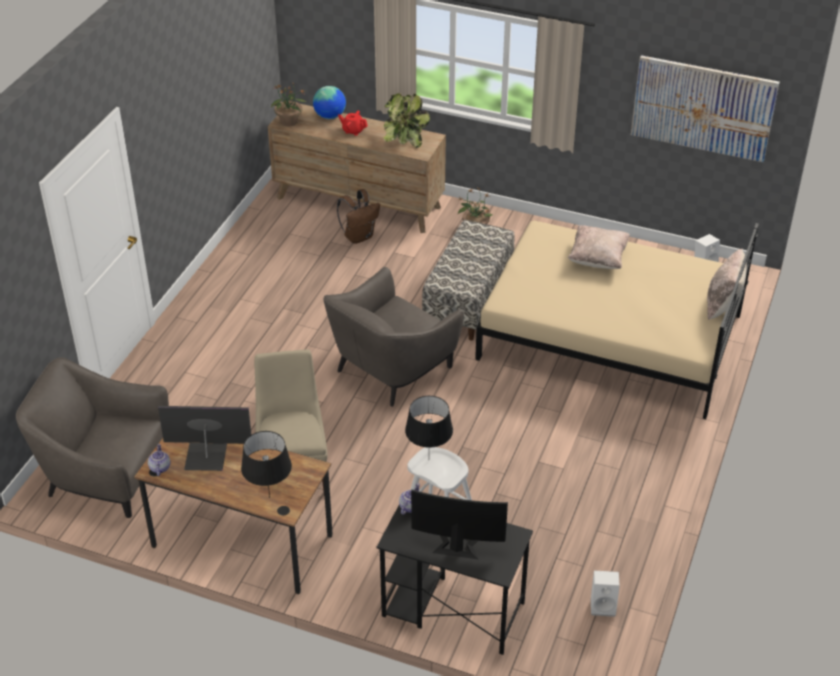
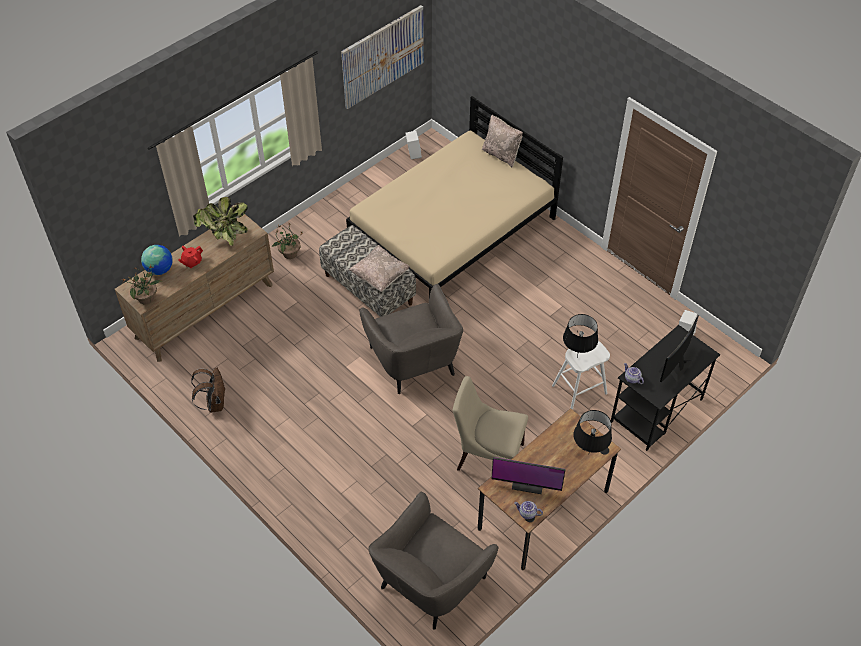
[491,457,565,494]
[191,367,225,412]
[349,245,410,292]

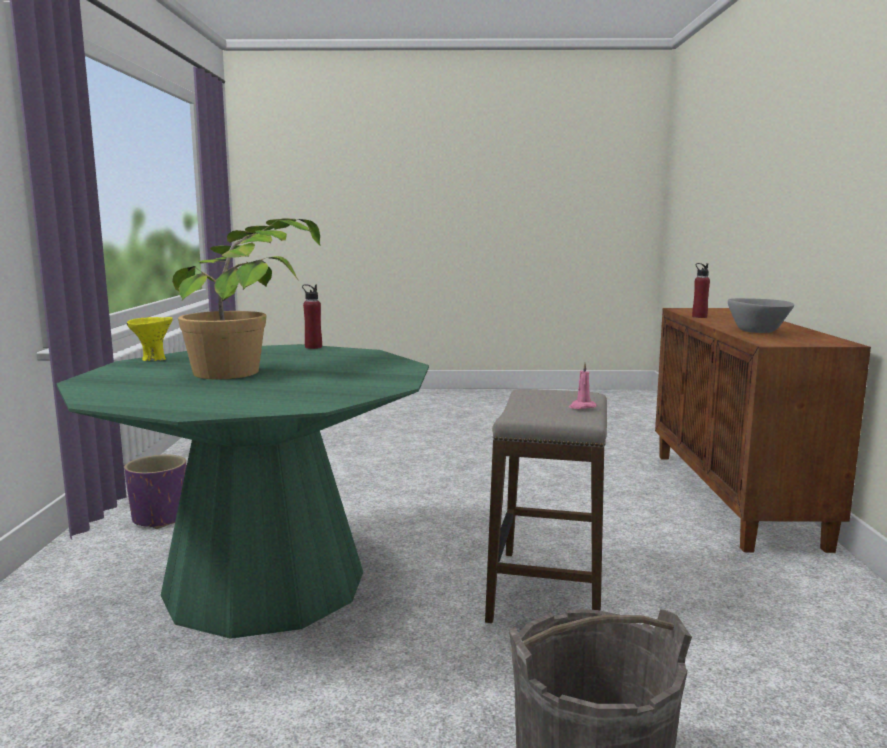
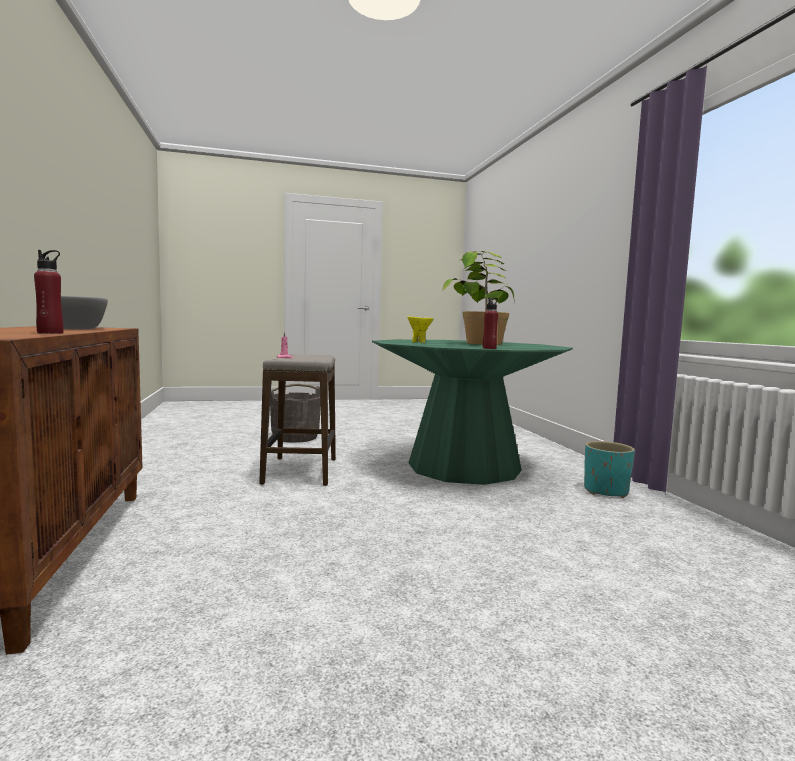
[584,441,635,498]
[407,316,433,343]

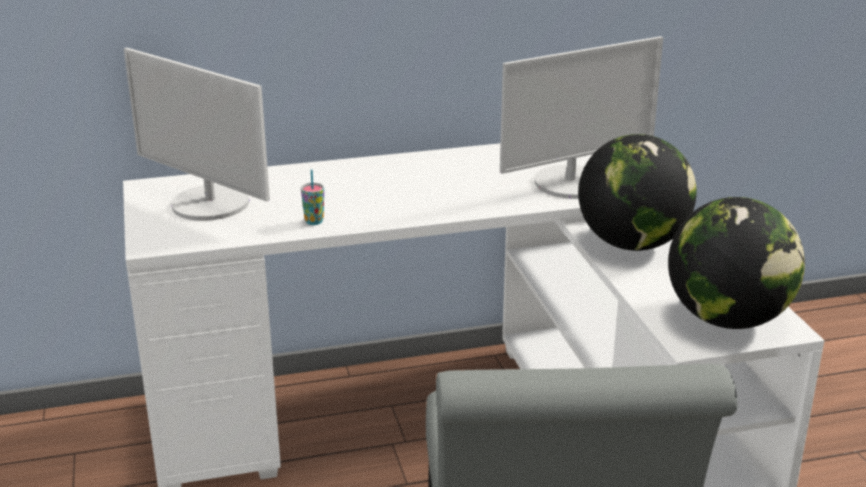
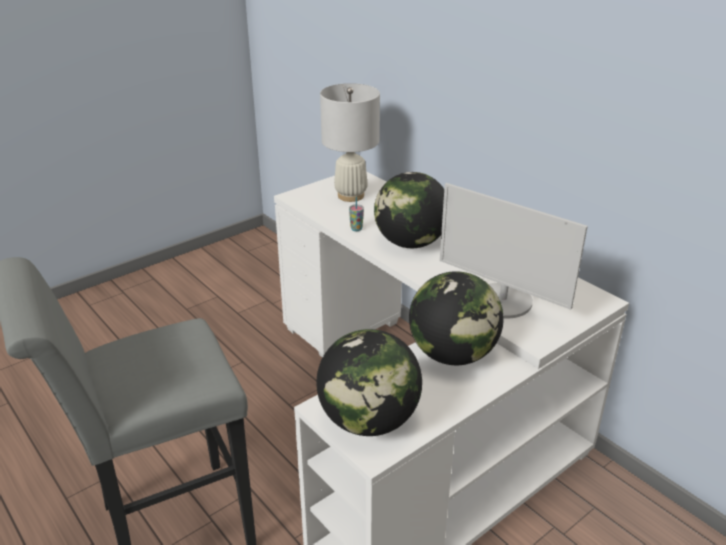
[320,83,380,202]
[374,172,444,248]

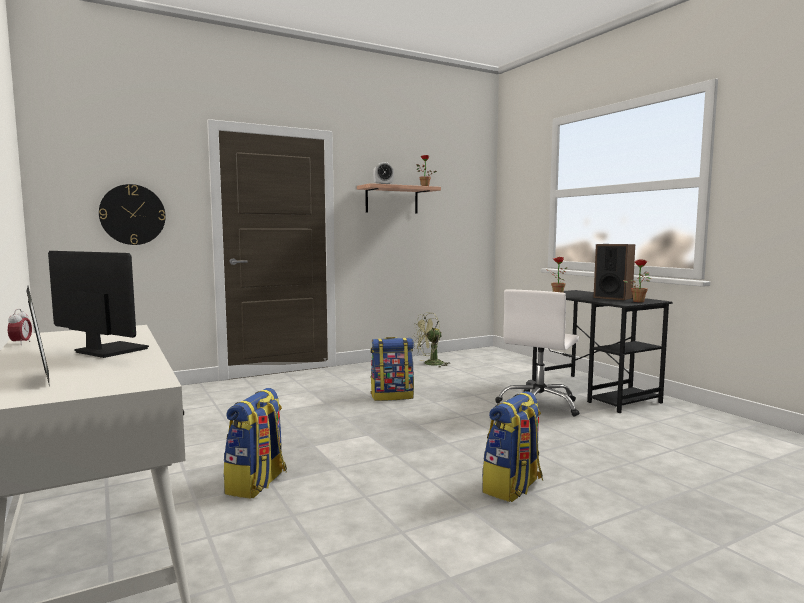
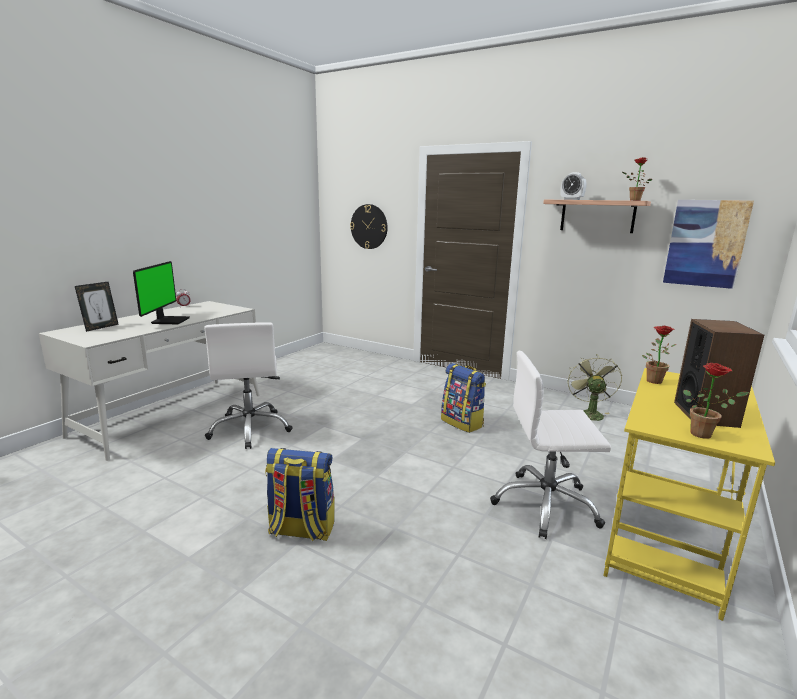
[204,322,293,449]
[567,354,622,421]
[603,368,775,621]
[663,200,754,289]

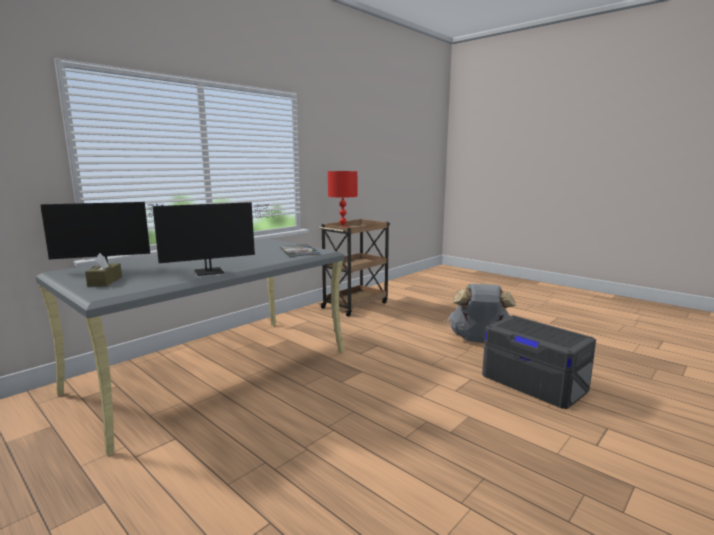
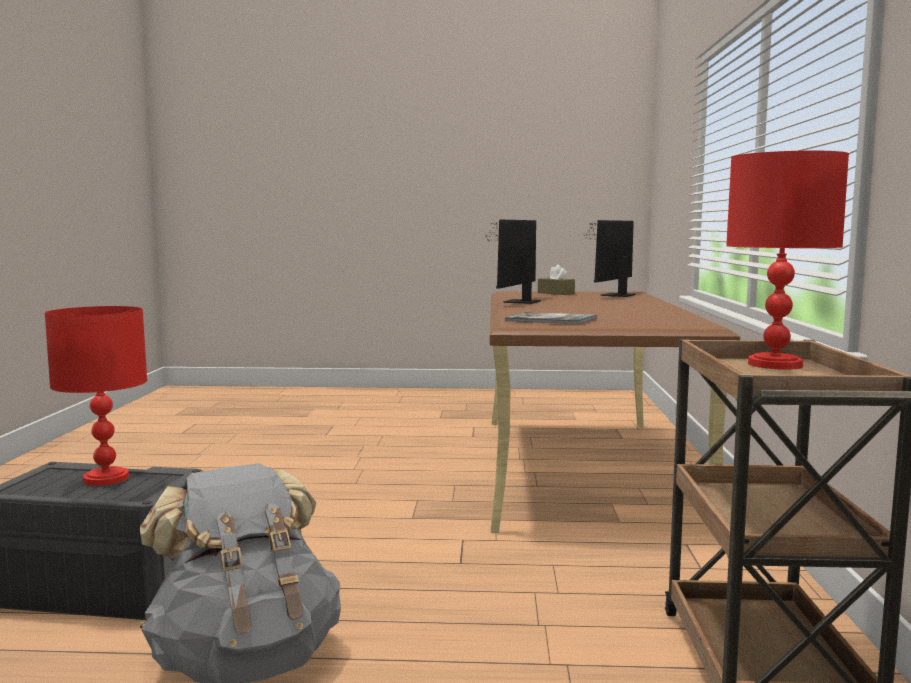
[490,291,740,533]
[45,306,147,486]

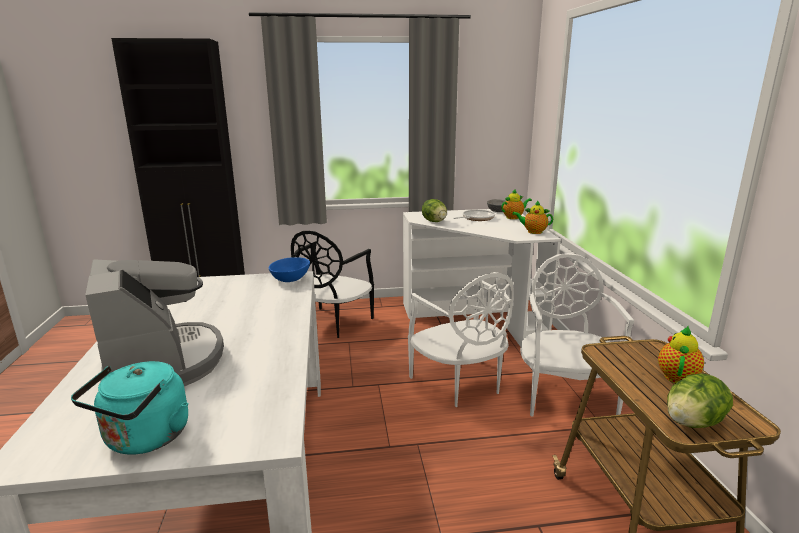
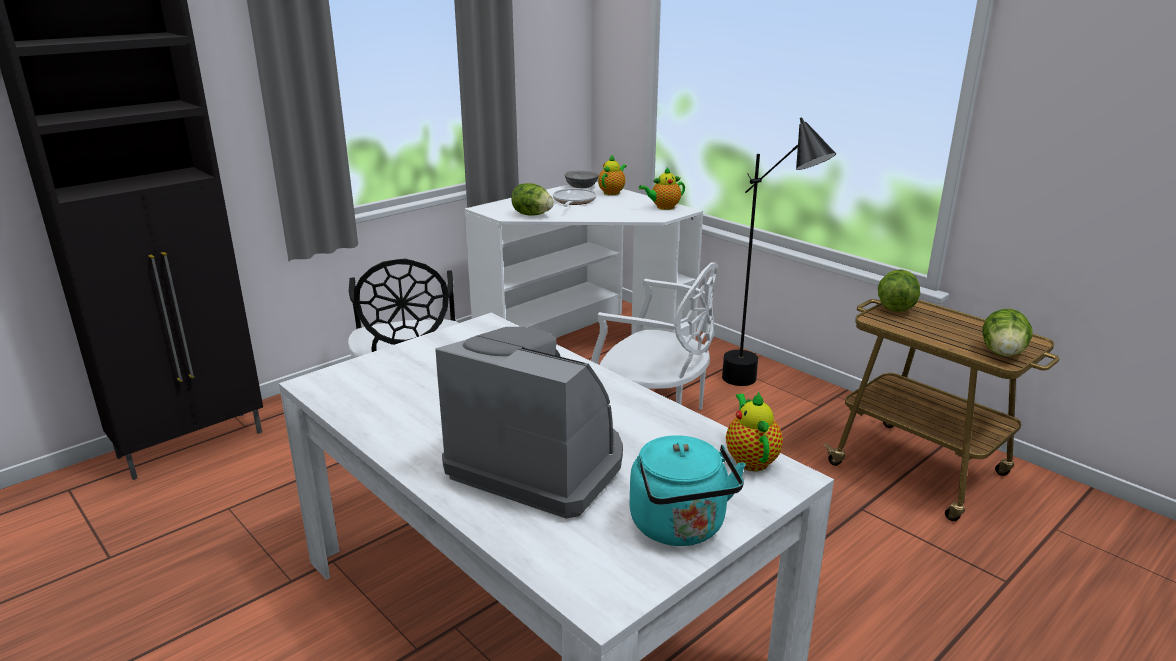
[269,257,310,282] (first image)
[722,117,836,386]
[726,391,783,471]
[878,269,920,312]

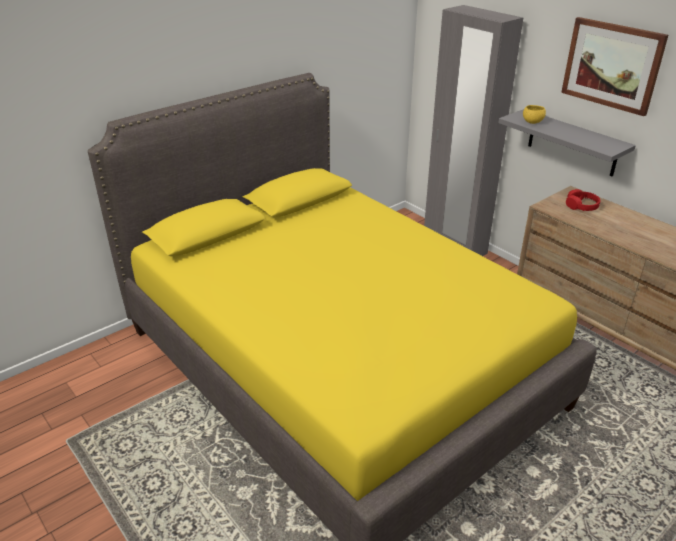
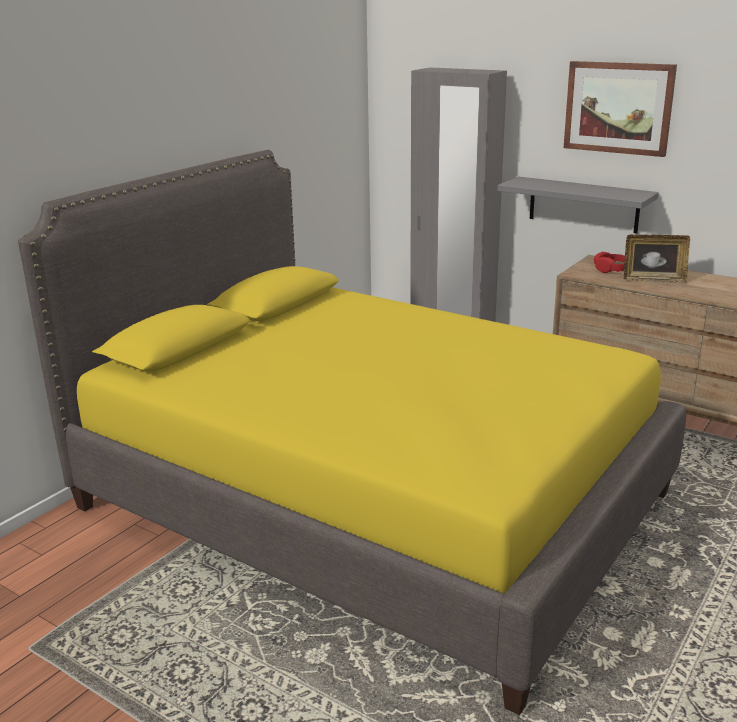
[523,105,546,124] (first image)
[624,235,690,283]

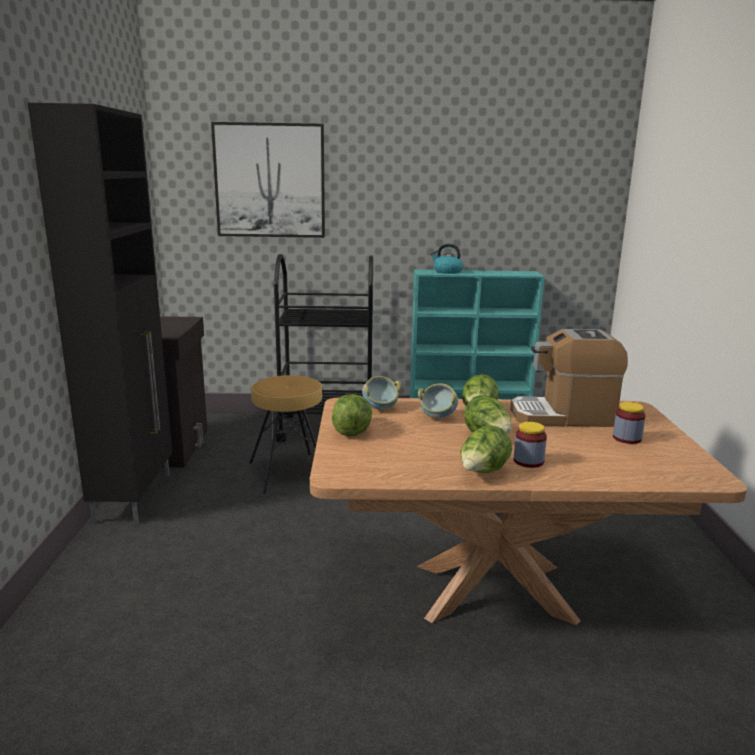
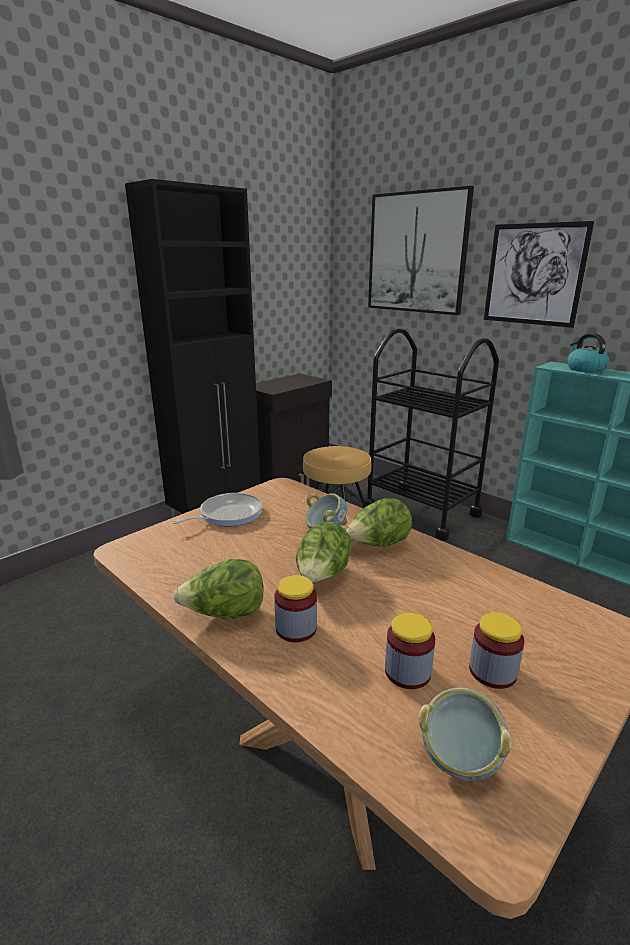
[172,493,263,526]
[418,687,511,781]
[510,329,628,427] (first image)
[385,613,435,689]
[484,221,594,328]

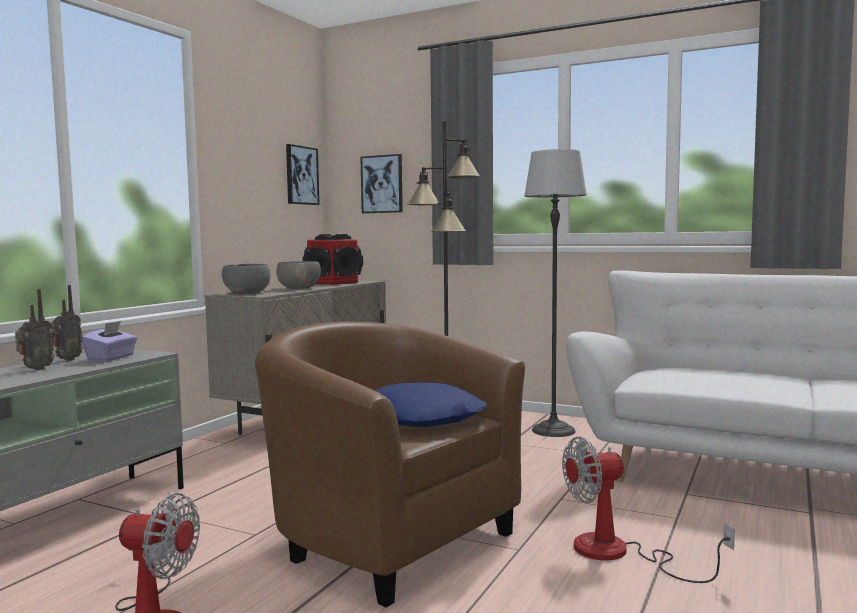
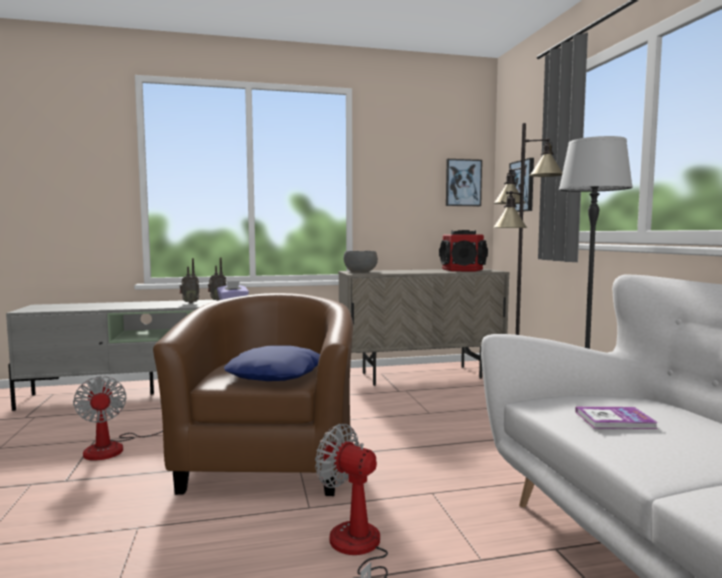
[276,261,321,289] (first image)
[575,407,658,429]

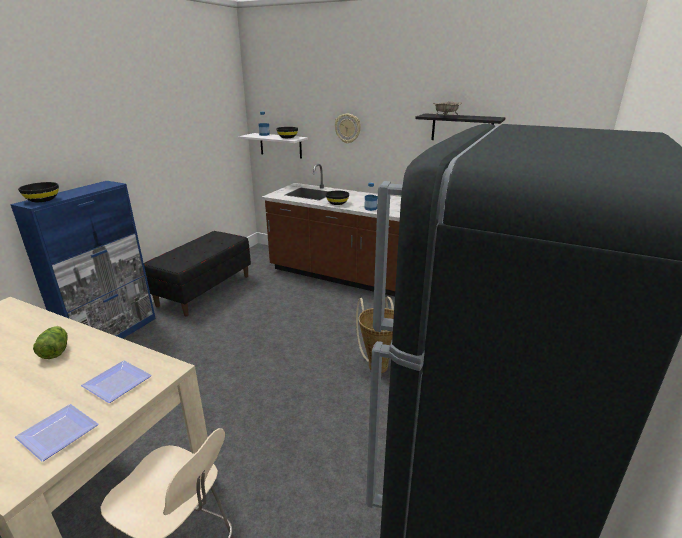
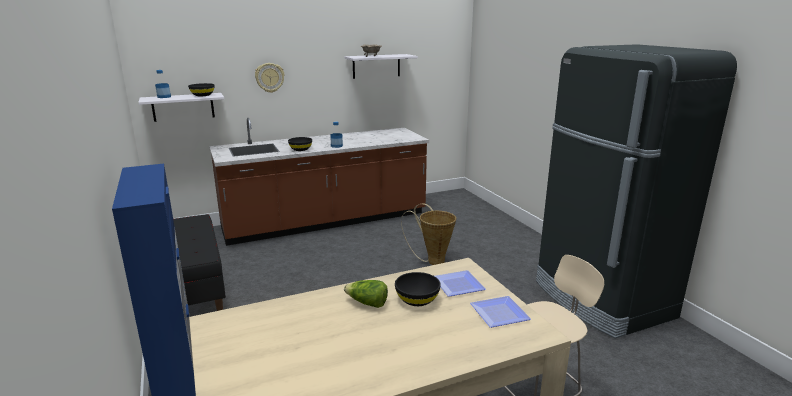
[395,272,441,306]
[345,54,418,79]

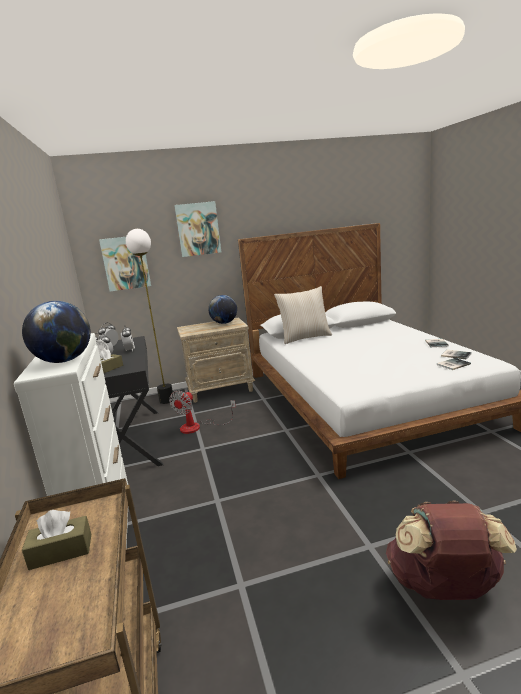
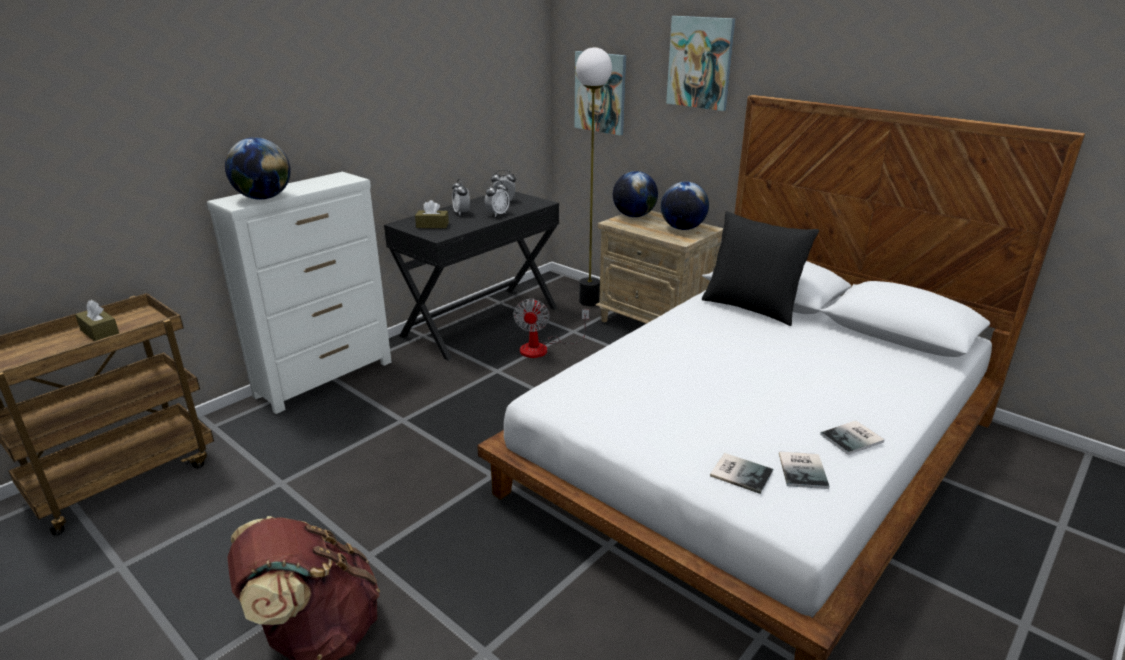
[513,298,589,358]
[702,211,819,326]
[613,171,658,217]

